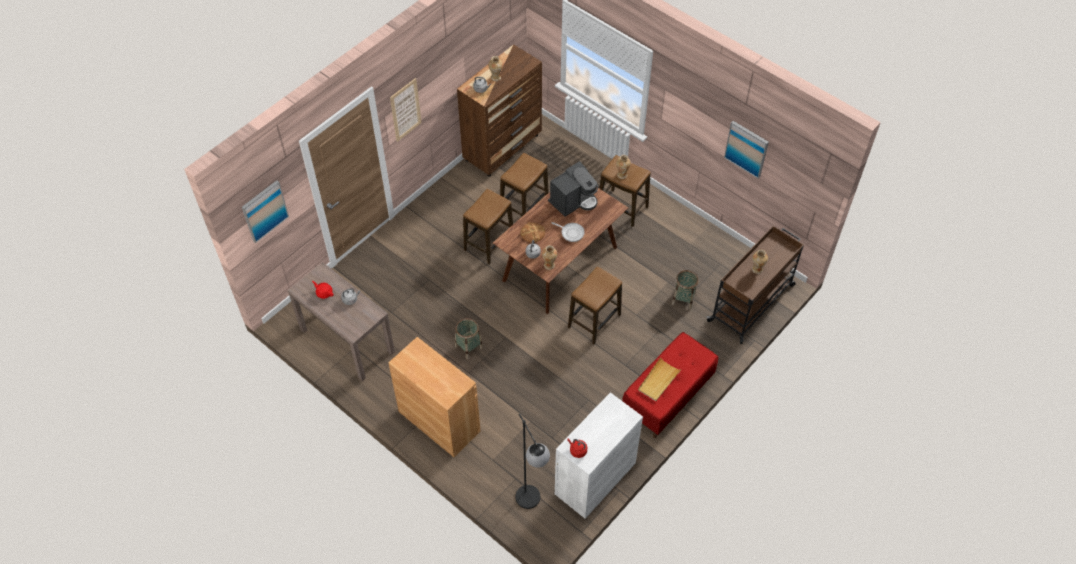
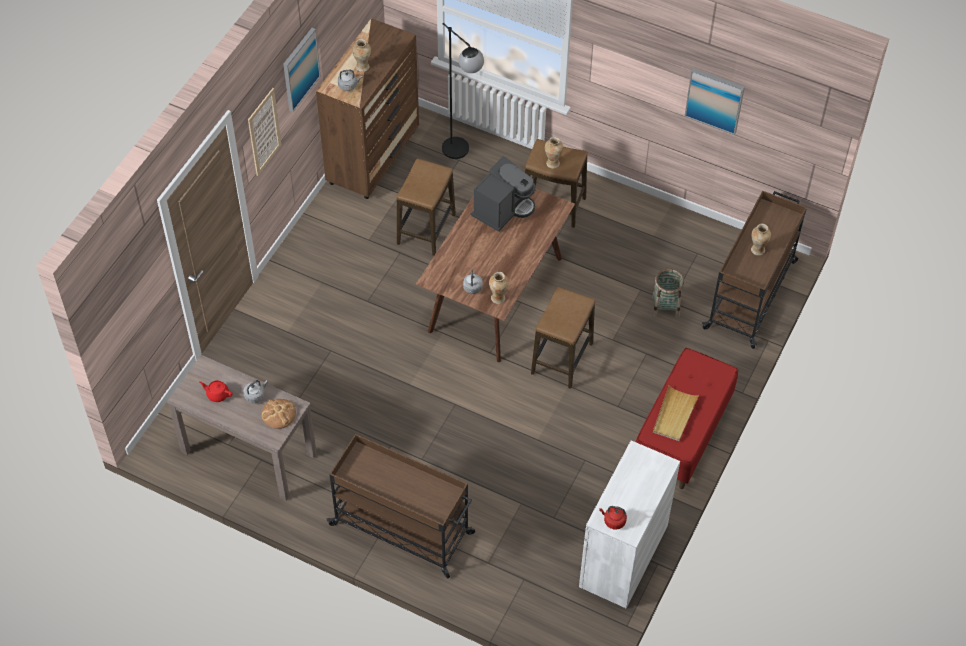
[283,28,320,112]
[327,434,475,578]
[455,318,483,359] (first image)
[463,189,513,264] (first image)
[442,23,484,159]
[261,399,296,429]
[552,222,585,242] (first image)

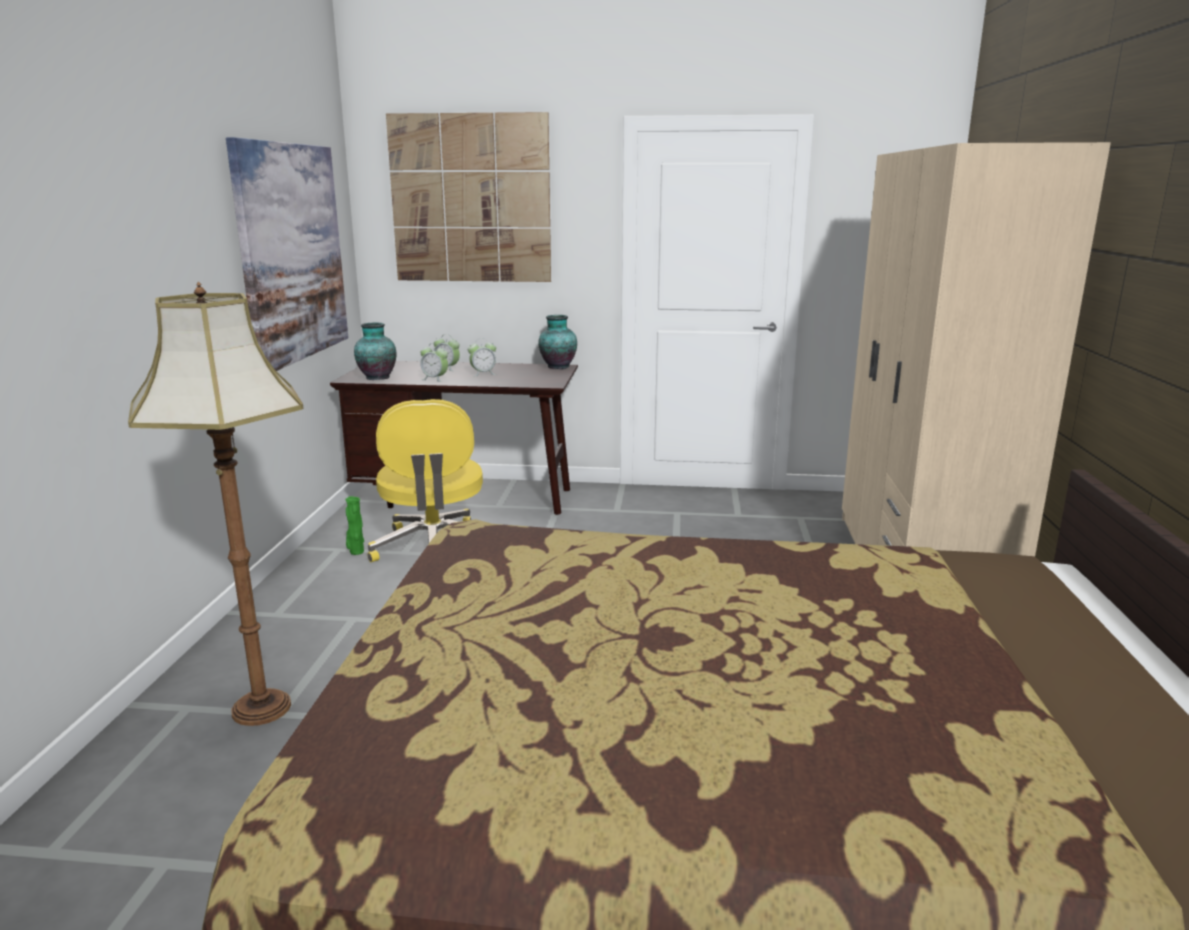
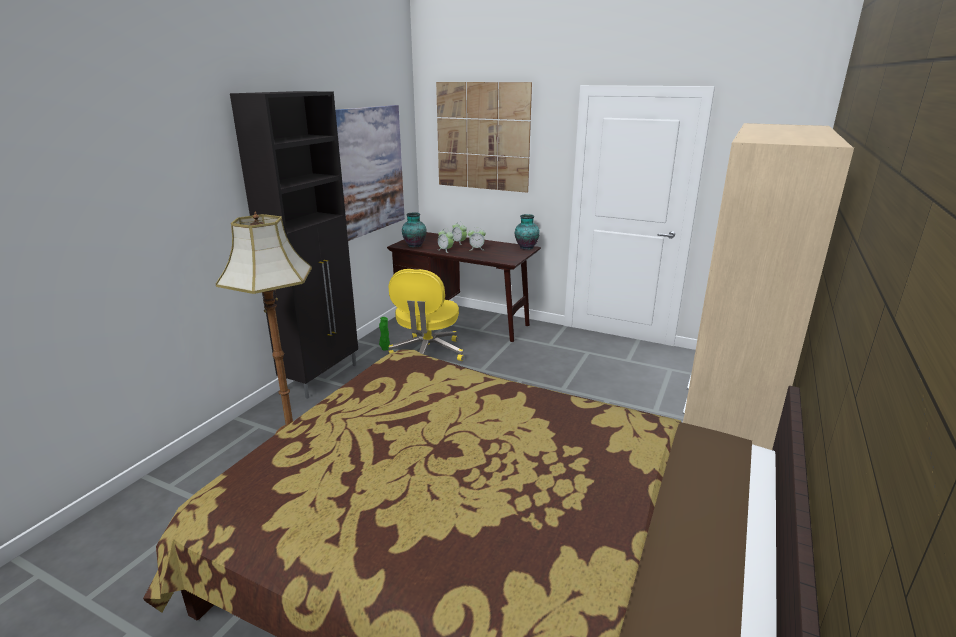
[230,91,358,399]

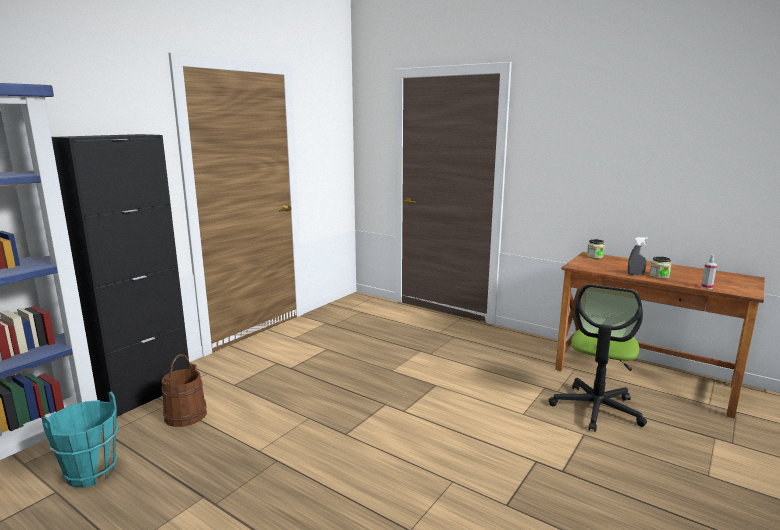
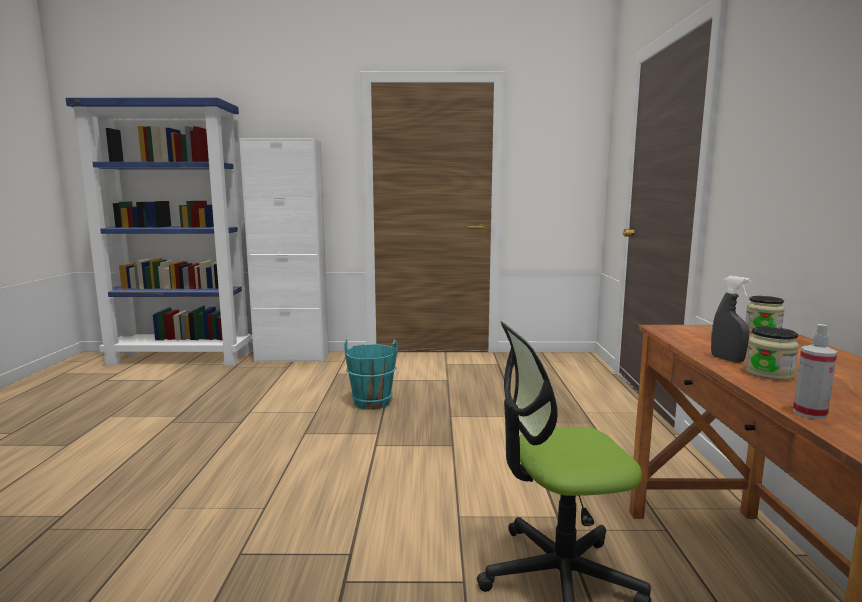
[344,339,397,410]
[239,138,329,363]
[162,354,207,427] (first image)

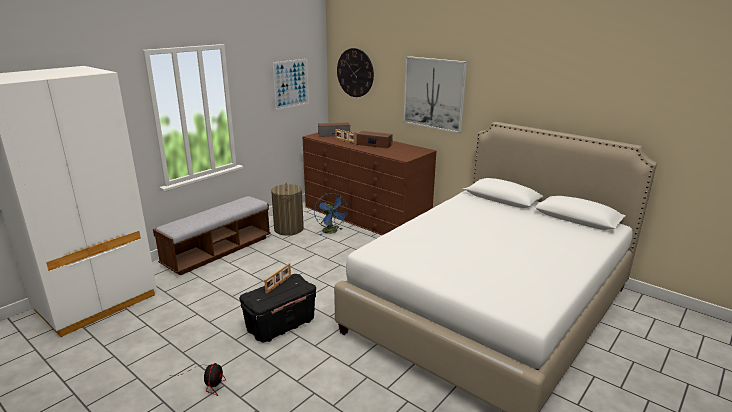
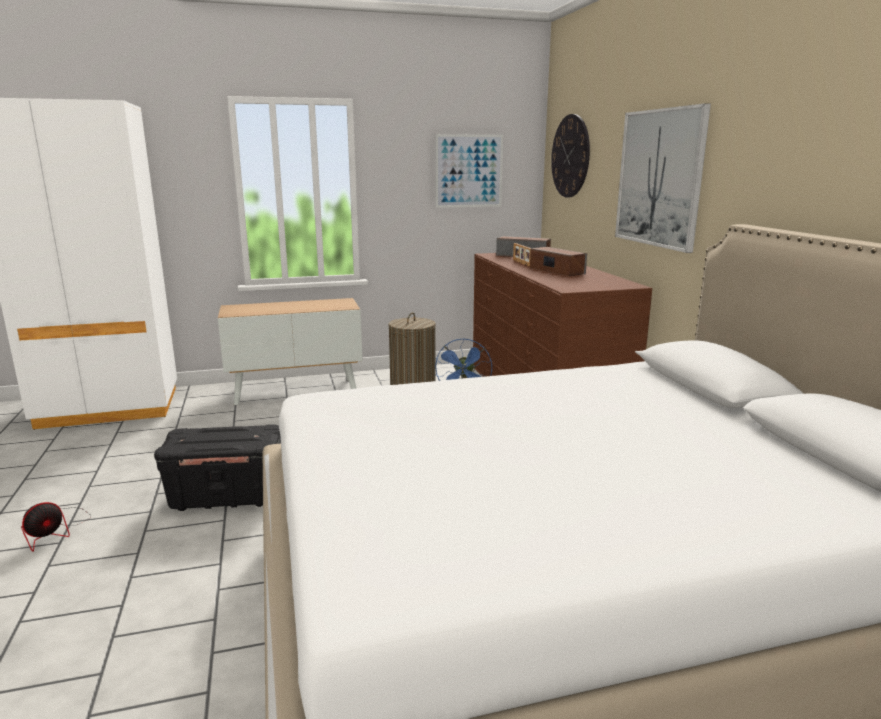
[218,298,363,405]
[264,263,291,294] (first image)

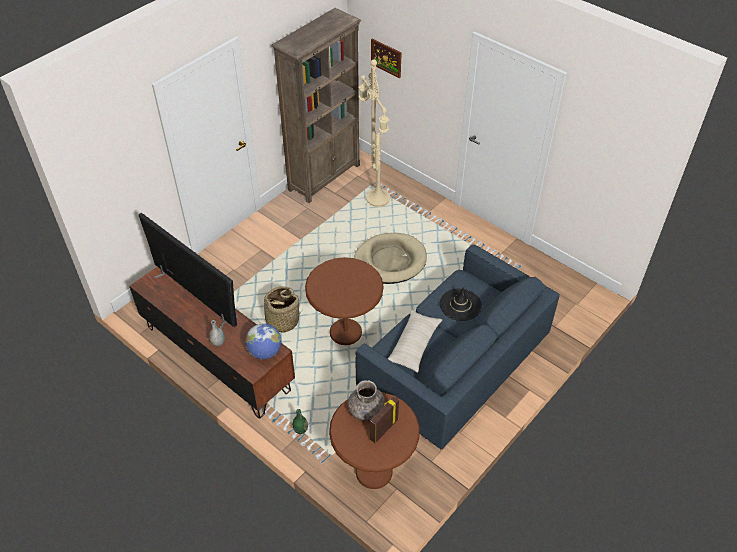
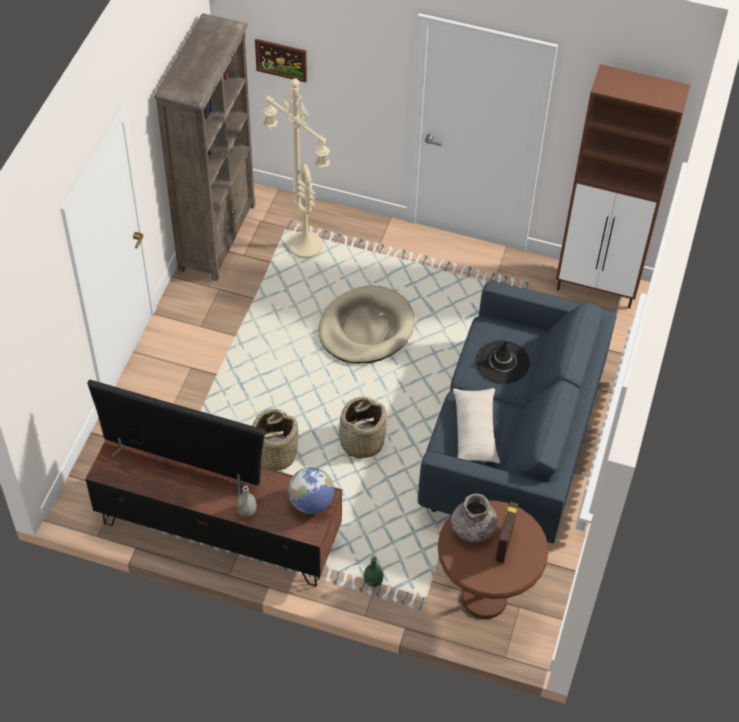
[339,397,387,459]
[556,64,690,309]

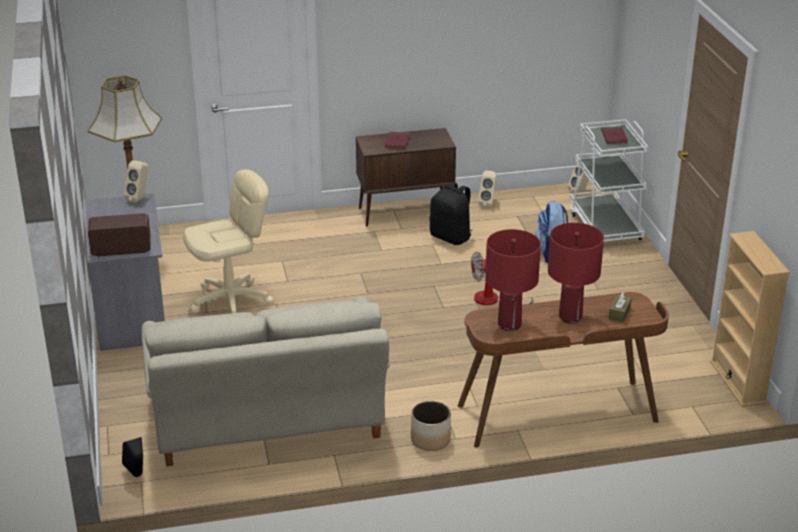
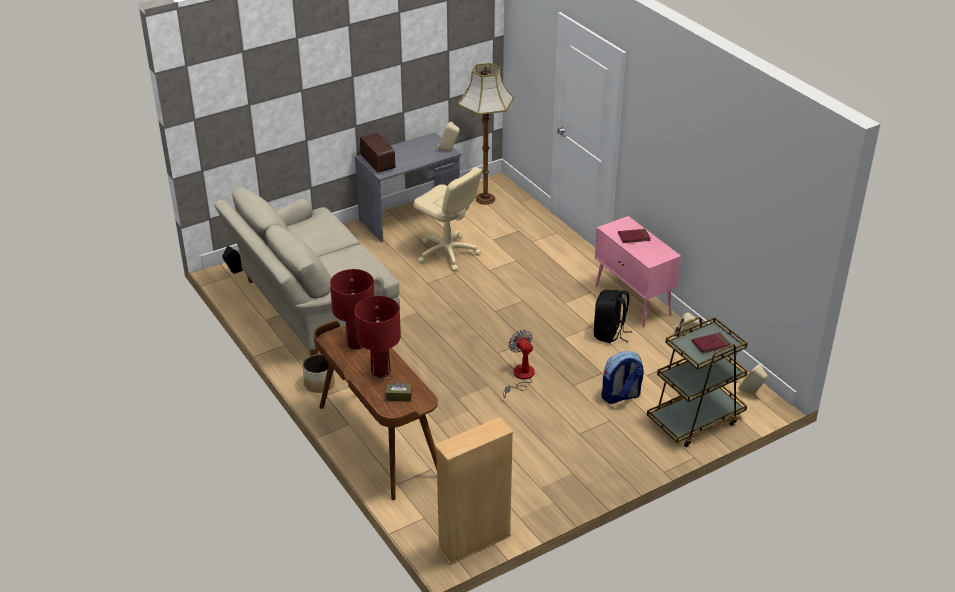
[595,216,681,327]
[647,317,748,447]

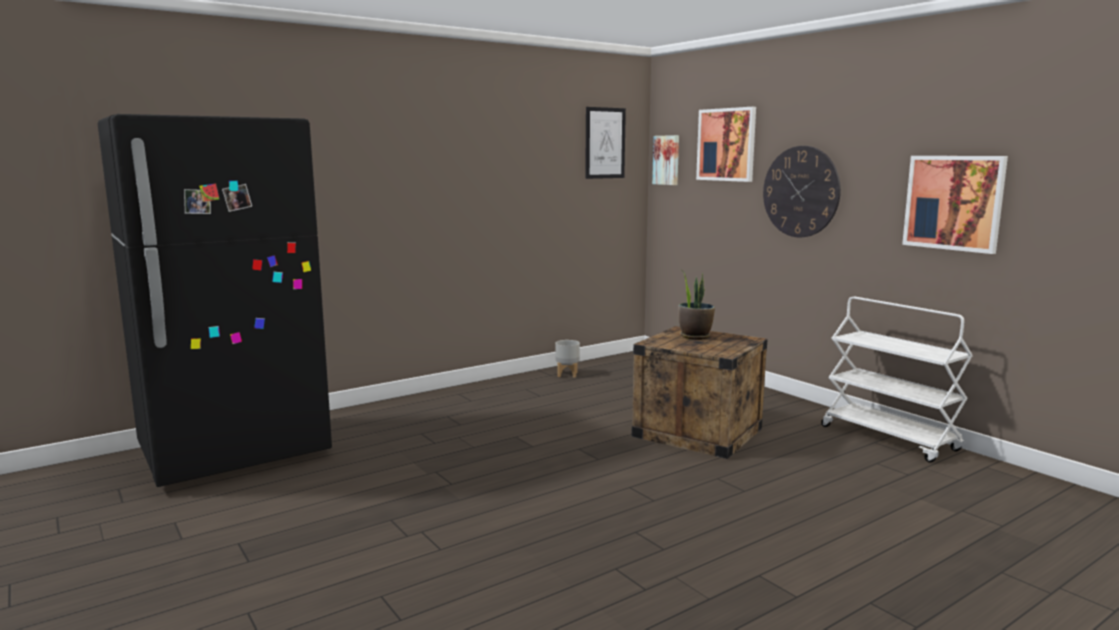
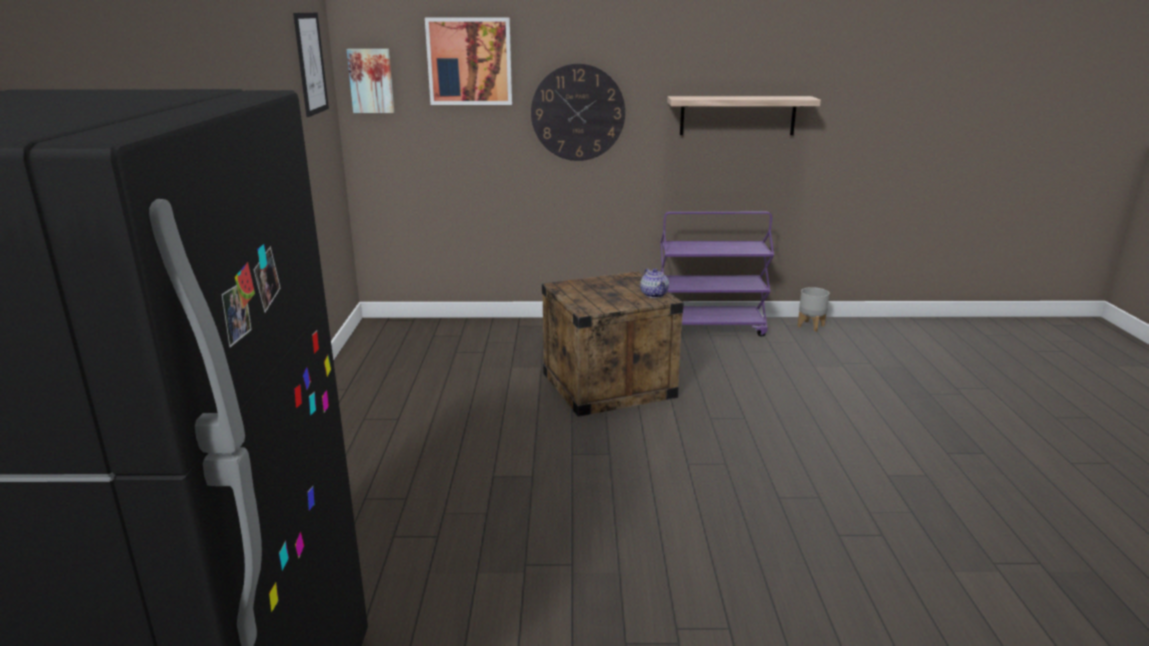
[798,287,829,332]
[678,270,715,340] (first image)
[660,212,774,337]
[667,96,821,135]
[640,268,669,298]

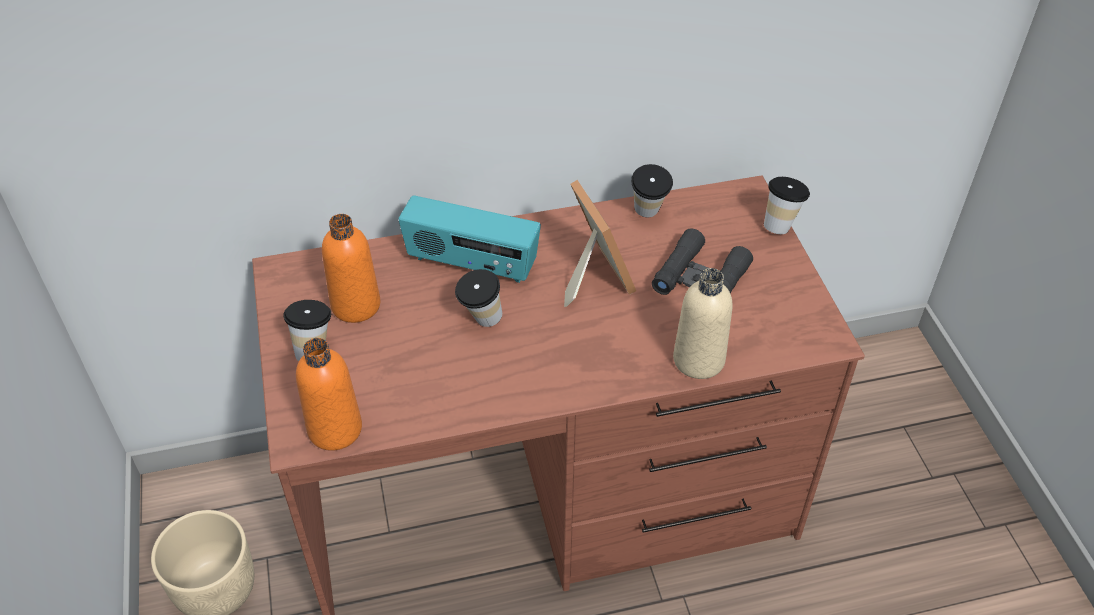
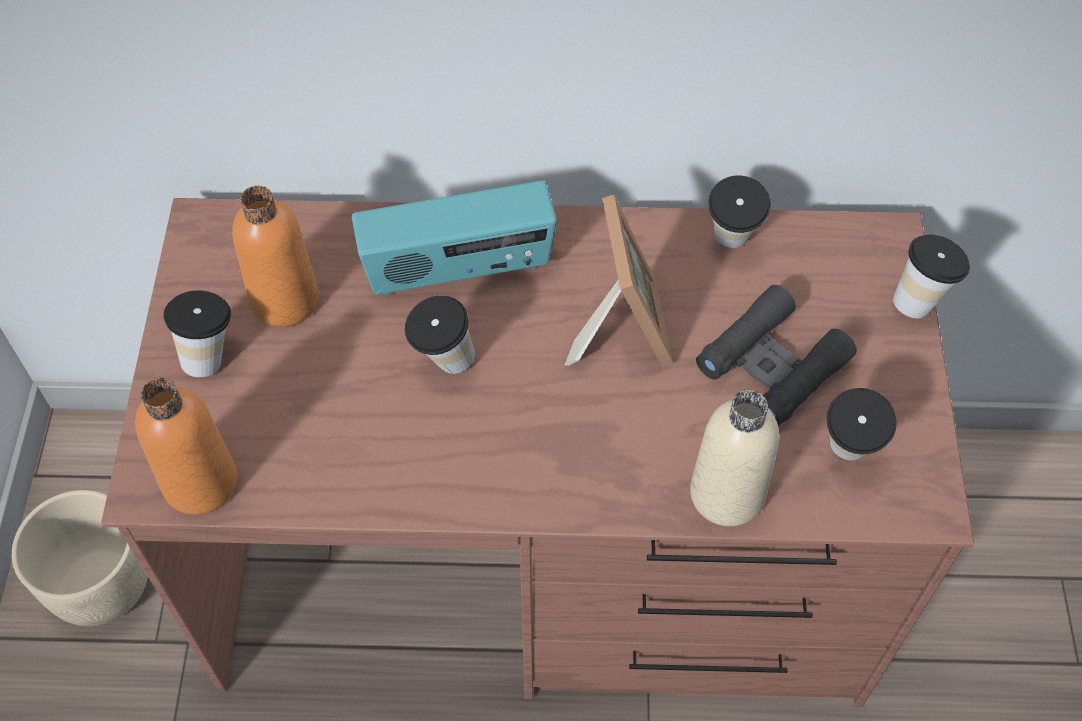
[352,180,557,295]
[827,388,897,461]

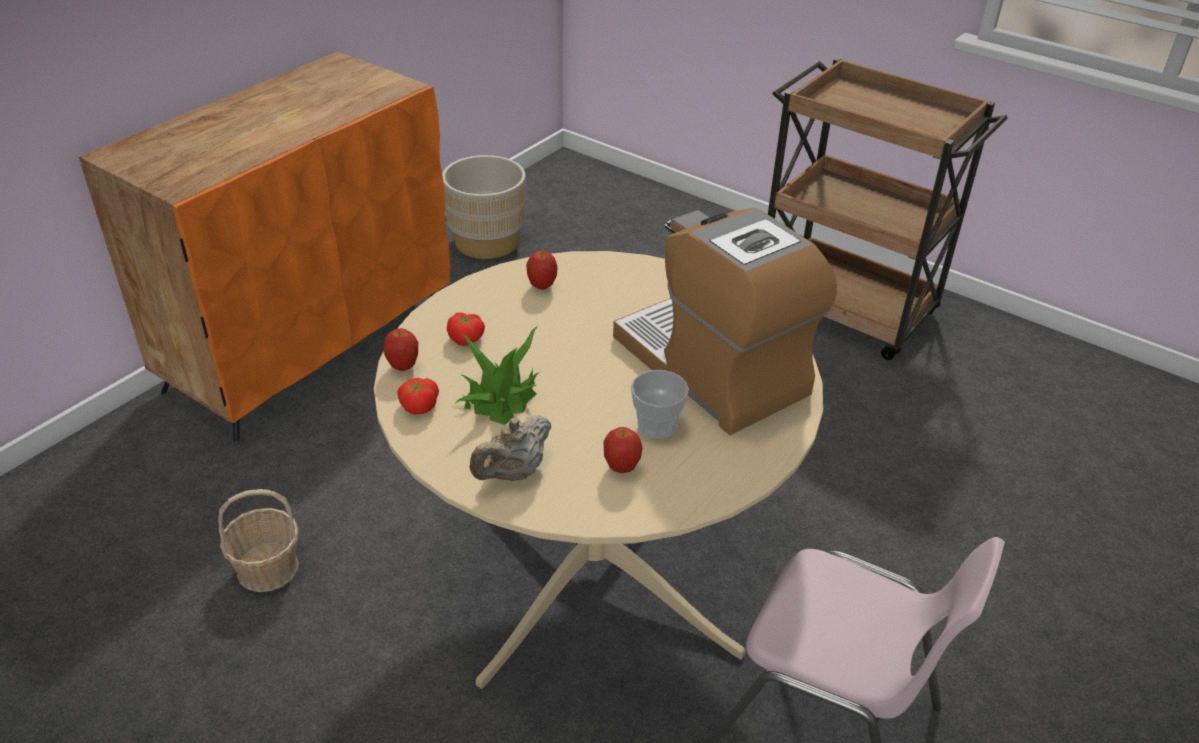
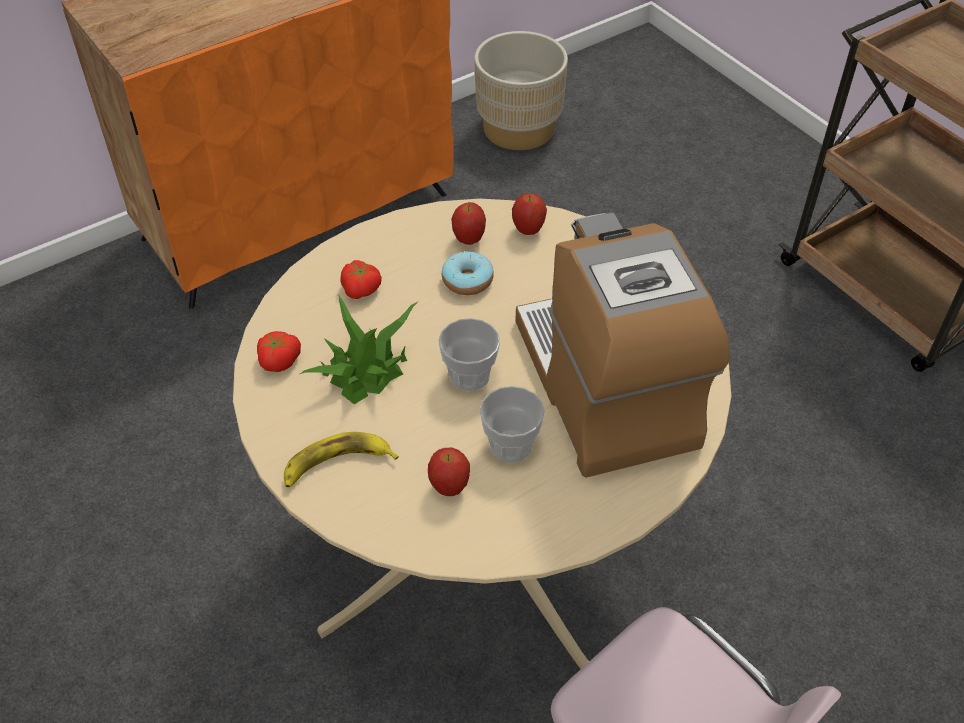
[218,489,299,592] (first image)
[512,193,547,235]
[284,432,399,488]
[438,318,500,391]
[442,251,494,295]

